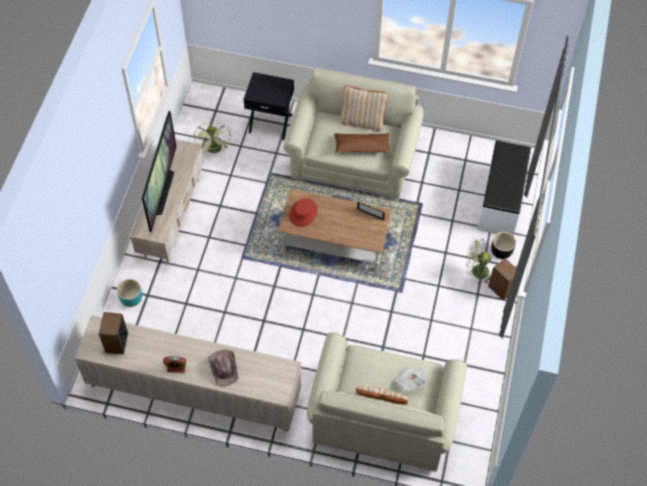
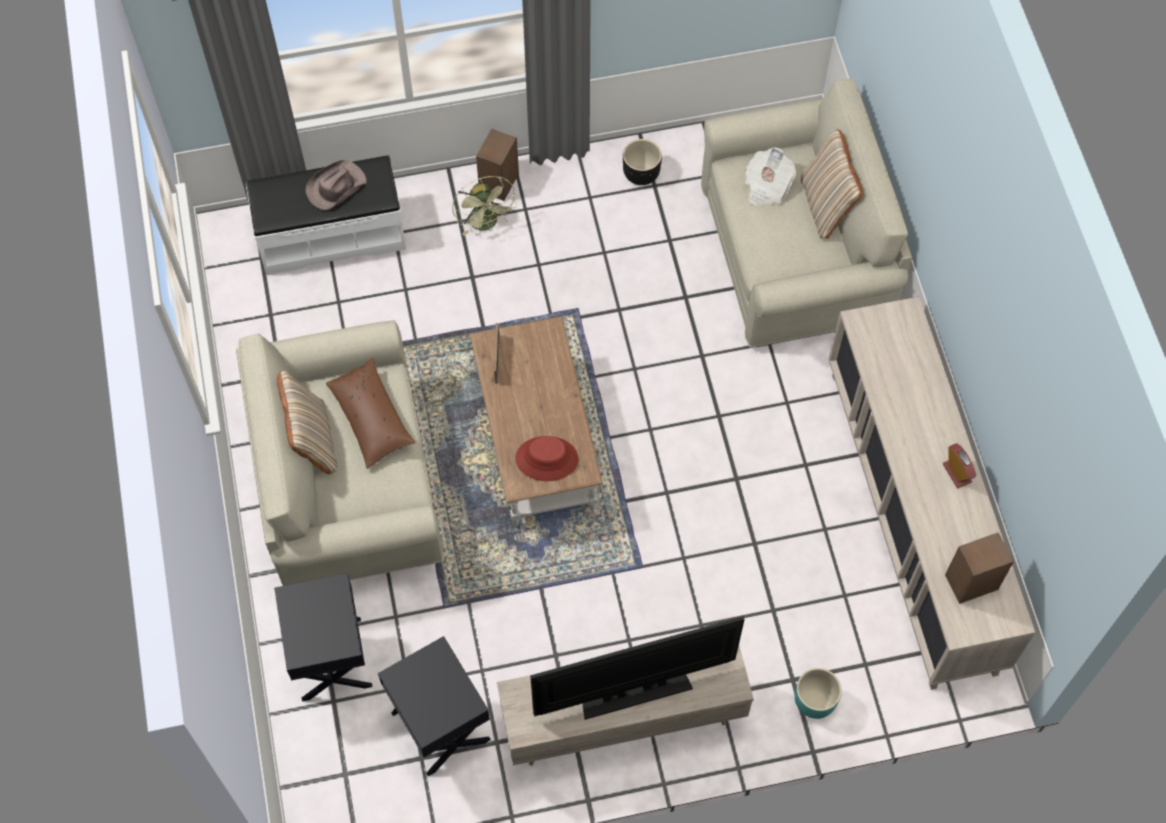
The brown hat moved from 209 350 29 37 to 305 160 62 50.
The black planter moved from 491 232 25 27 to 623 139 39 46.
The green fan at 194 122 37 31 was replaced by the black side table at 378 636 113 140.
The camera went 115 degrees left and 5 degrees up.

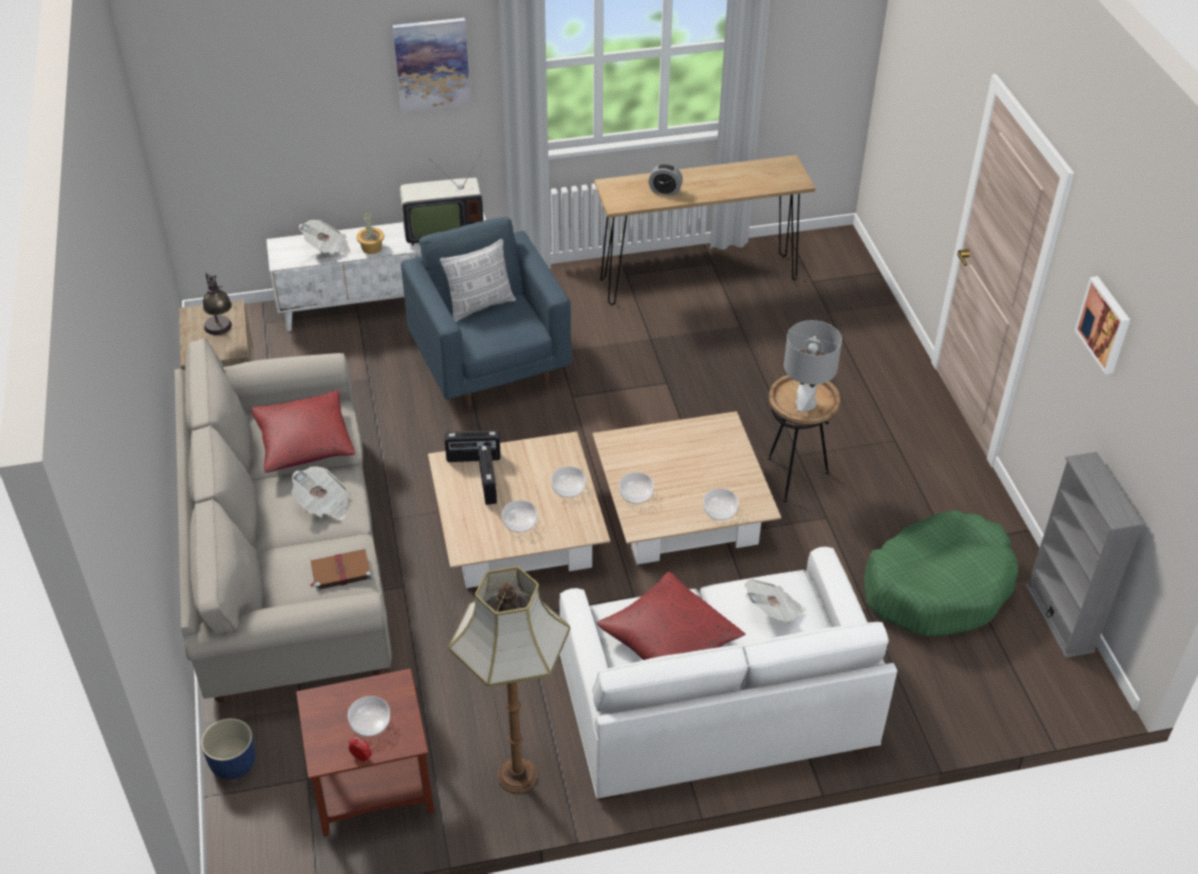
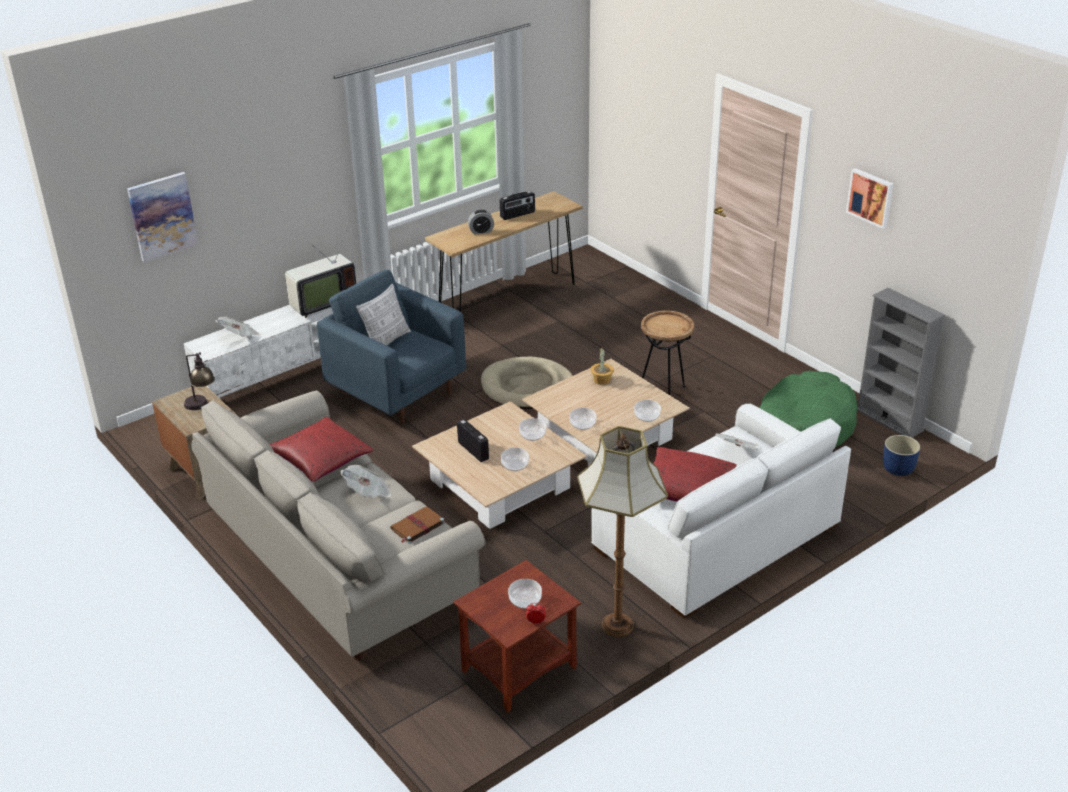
The grey table lamp at 784 320 58 92 disappeared.
The beige dog bed at 481 357 92 52 appeared.
The blue planter moved from 201 718 55 62 to 883 435 37 41.
The potted plant moved from 356 211 28 43 to 591 348 23 37.
The picture moved from 393 18 78 94 to 127 172 71 90.
The radio moved from 445 430 56 32 to 500 191 35 29.
The camera went 25 degrees left and 10 degrees down.

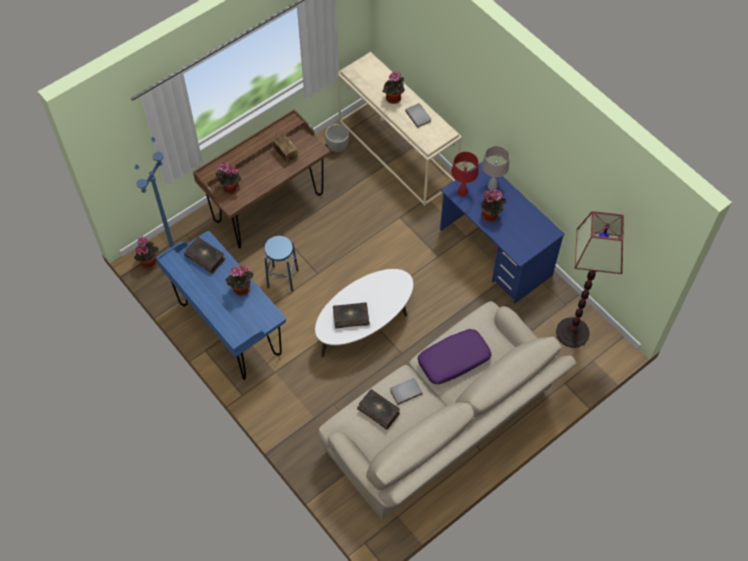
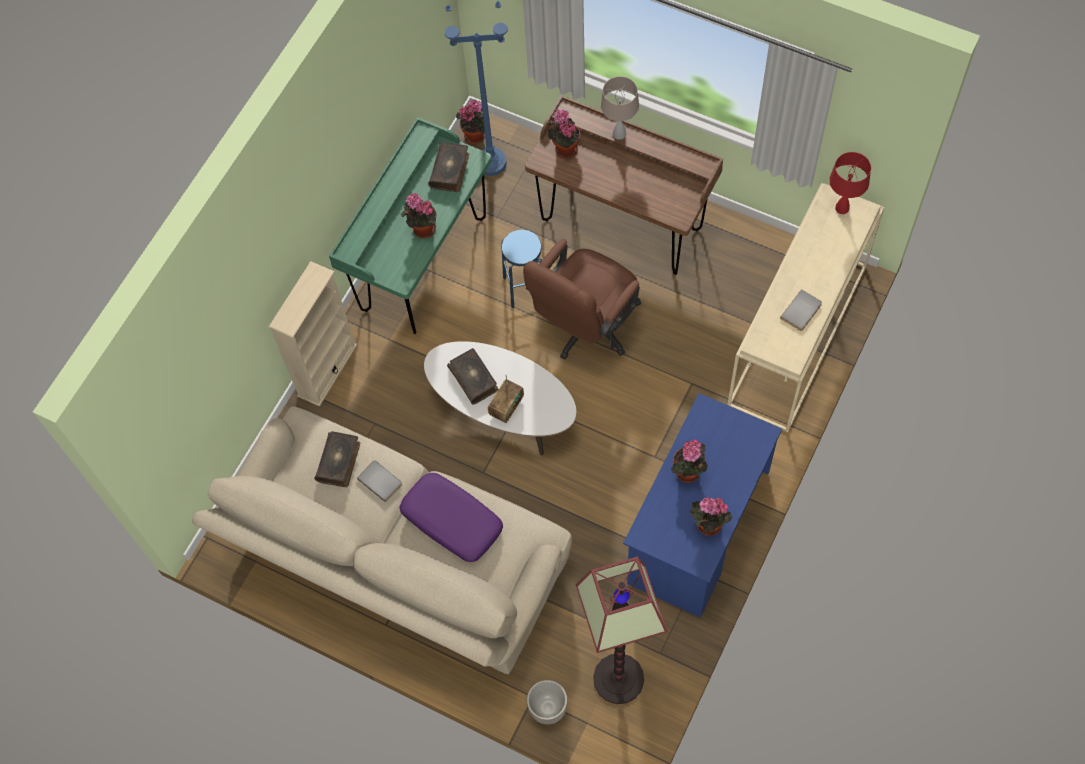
The beige bookcase at 269 261 88 146 appeared.
The brown office chair at 523 239 118 121 appeared.
The radio moved from 273 134 25 29 to 488 376 36 47.
The planter moved from 325 124 24 28 to 527 680 41 44.
The potted plant moved from 382 72 23 32 to 690 497 42 39.
The red table lamp moved from 451 152 28 44 to 829 152 42 62.
The beige table lamp moved from 482 146 28 45 to 601 76 38 64.
The blue desk at 156 231 130 149 became the green desk at 329 117 163 217.
The camera went 70 degrees right and 5 degrees up.

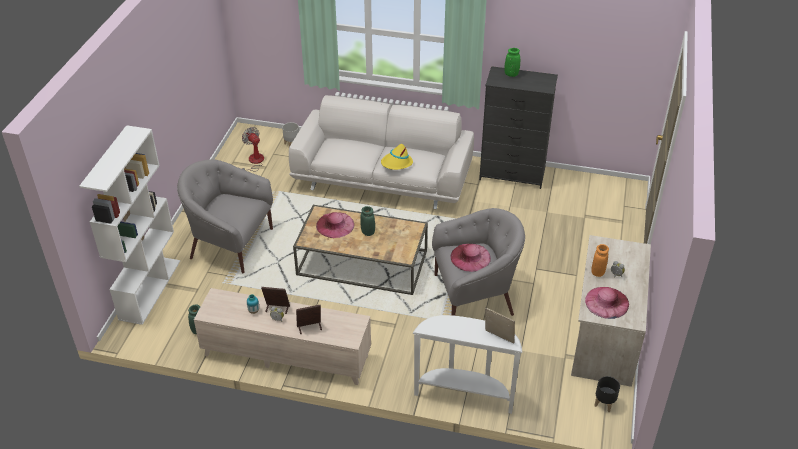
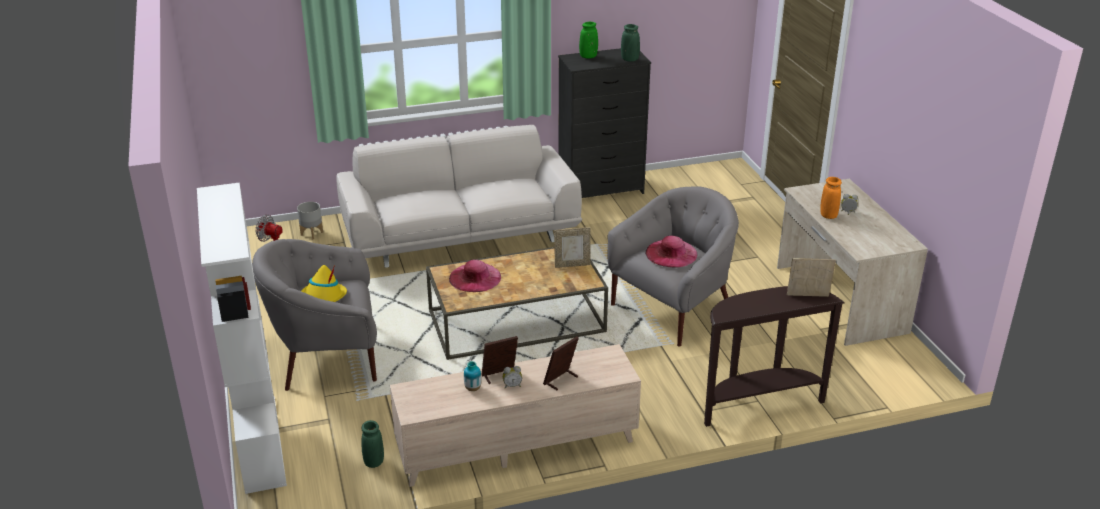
The pink hat at 585 287 44 32 disappeared.
The black planter at 594 376 26 36 disappeared.
The picture frame at 554 227 37 41 appeared.
The green vase moved from 360 206 15 30 to 621 24 19 38.
The yellow hat moved from 381 144 32 26 to 302 265 45 37.
The white console table at 412 315 110 99 became the brown console table at 704 286 140 141.
The camera went 30 degrees left and 10 degrees down.

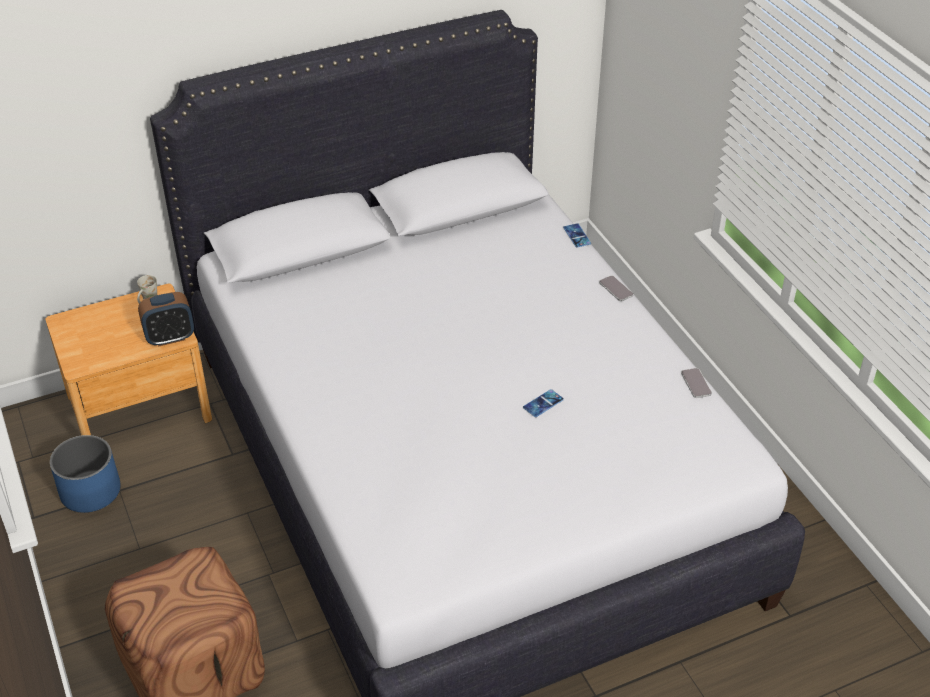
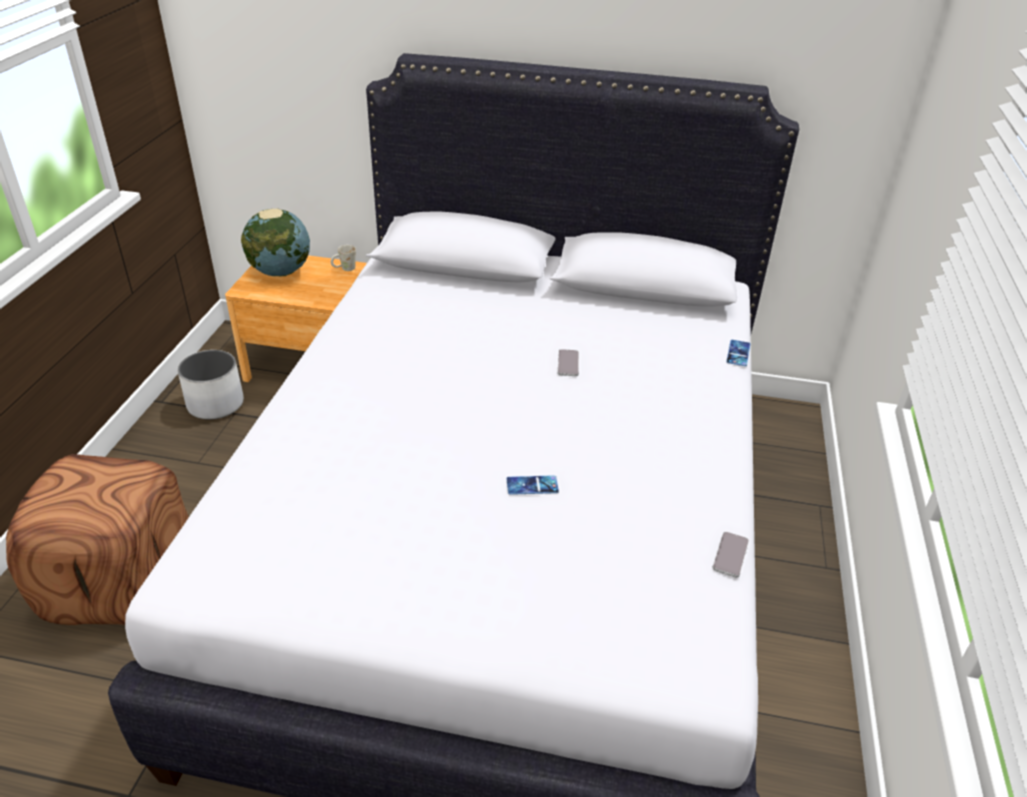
The alarm clock at 138 292 56 55 disappeared.
The globe at 241 208 69 69 appeared.
The phone moved from 599 275 34 26 to 558 349 21 27.
The blue planter at 50 435 71 78 became the white planter at 177 350 67 70.
The camera went 35 degrees right and 5 degrees down.

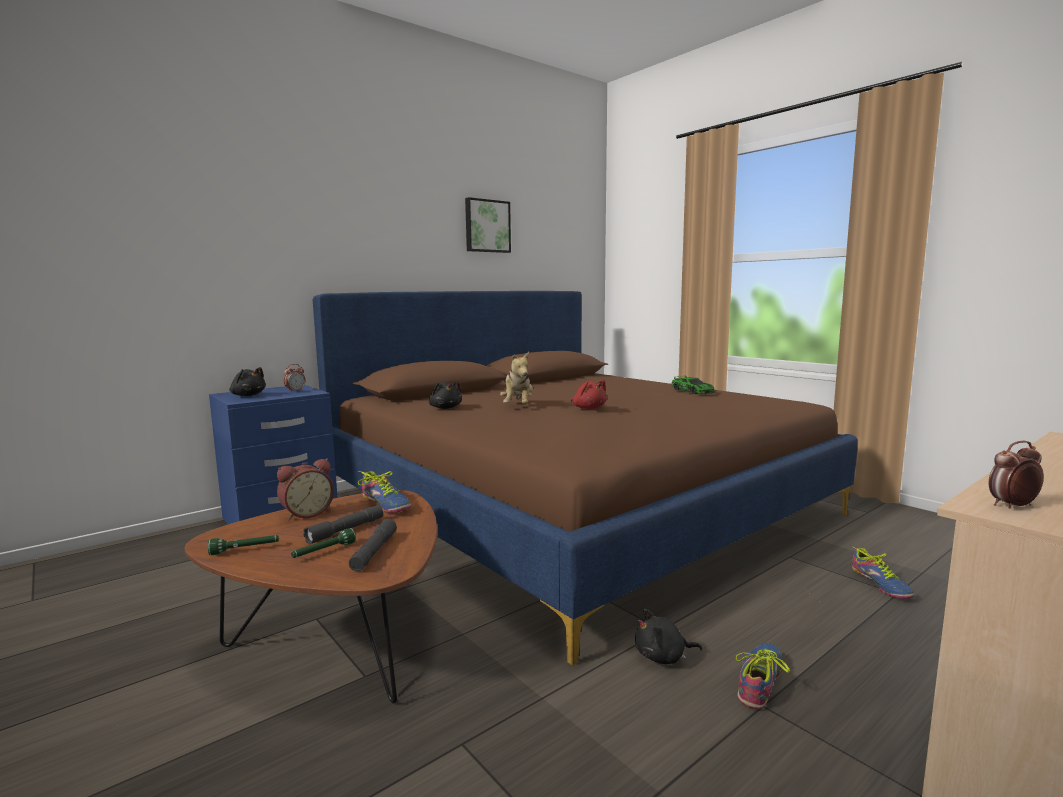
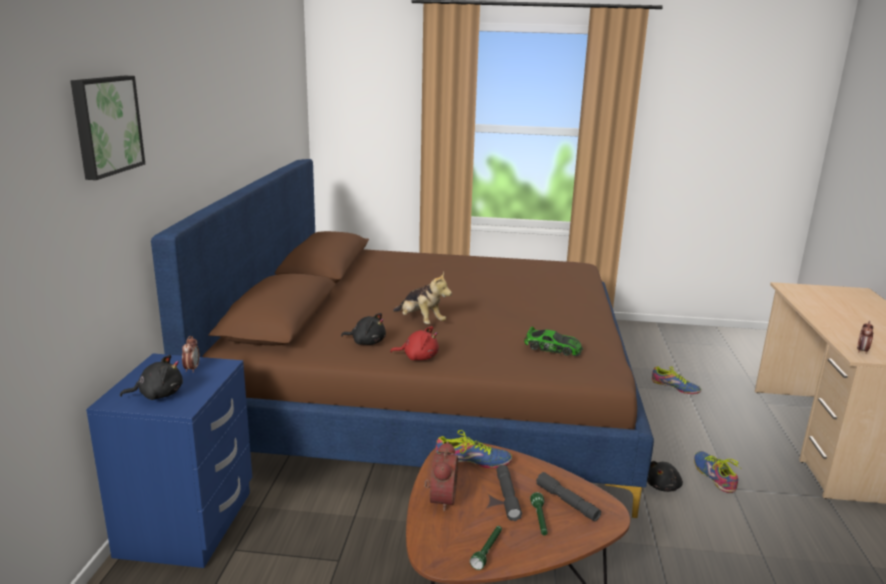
The picture moved from 465 197 46 56 to 71 76 74 104.
The red plush toy moved from 571 380 36 29 to 390 326 49 34.
The toy car moved from 671 376 44 18 to 524 326 59 30.
The camera went 45 degrees left and 10 degrees up.

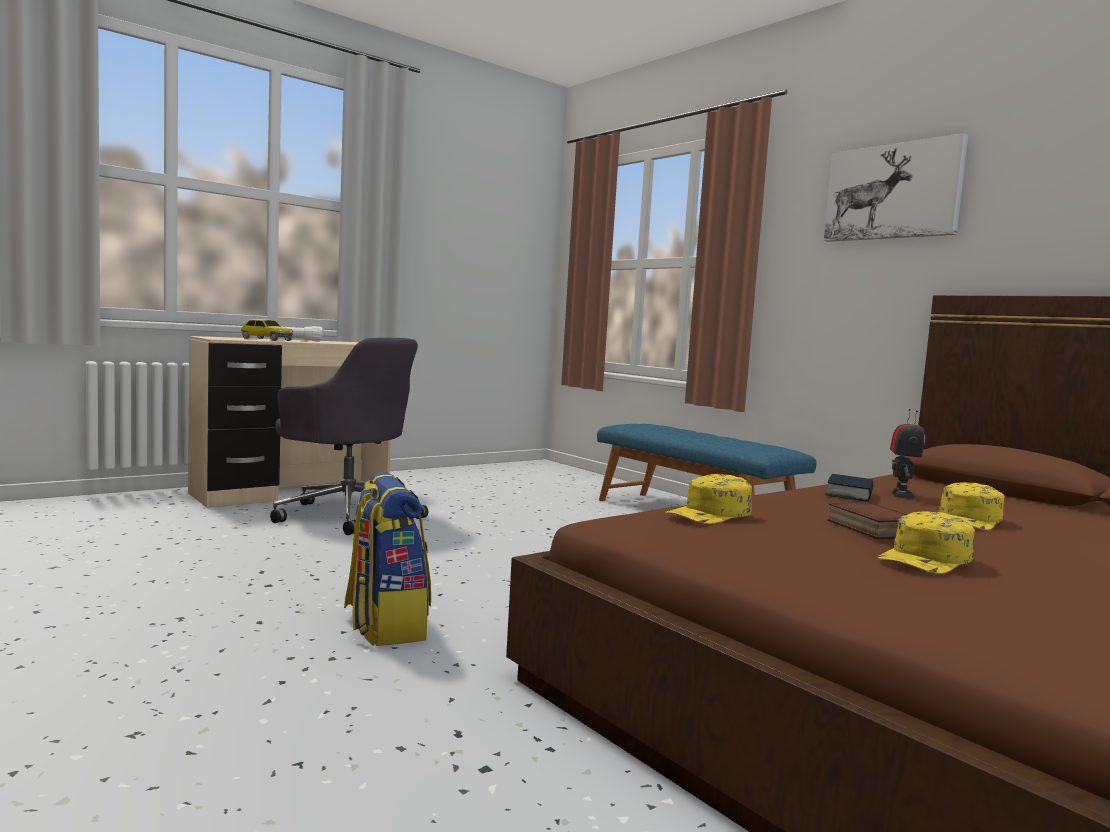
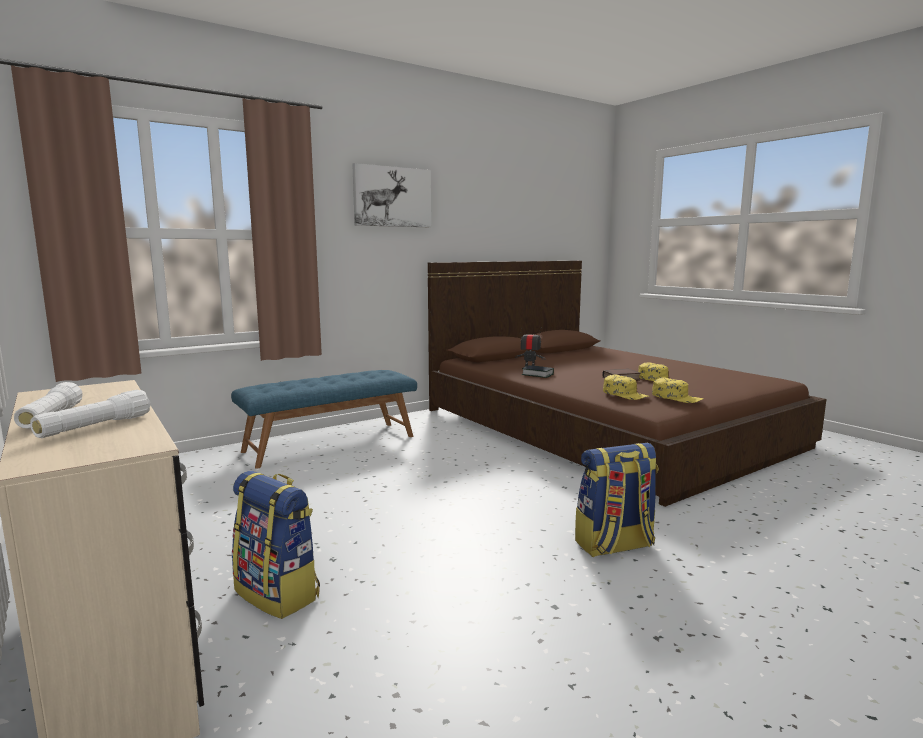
The yellow cap moved from 939 482 66 48 to 652 378 52 25.
The toy car at 241 319 52 22 was replaced by the white flashlight at 30 390 121 48.
The grey office chair at 270 338 158 197 was replaced by the backpack at 232 471 88 148.
The camera went 85 degrees left and 5 degrees up.

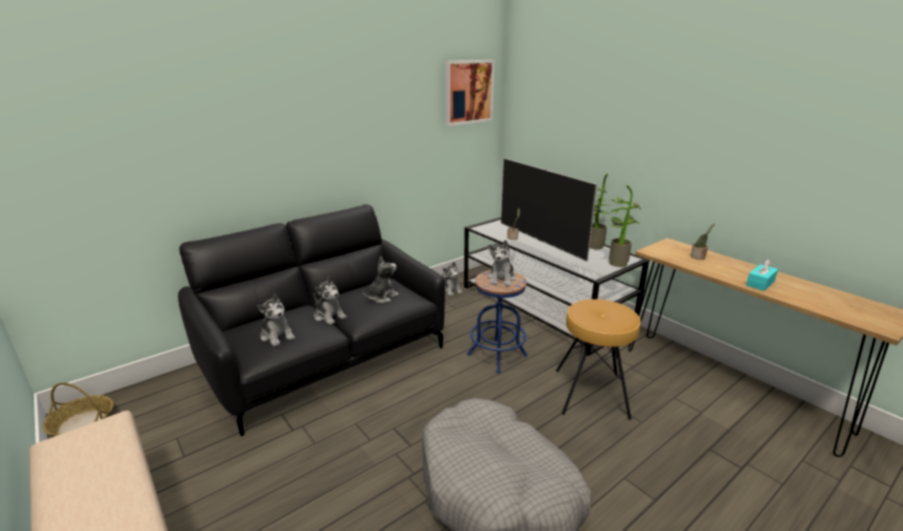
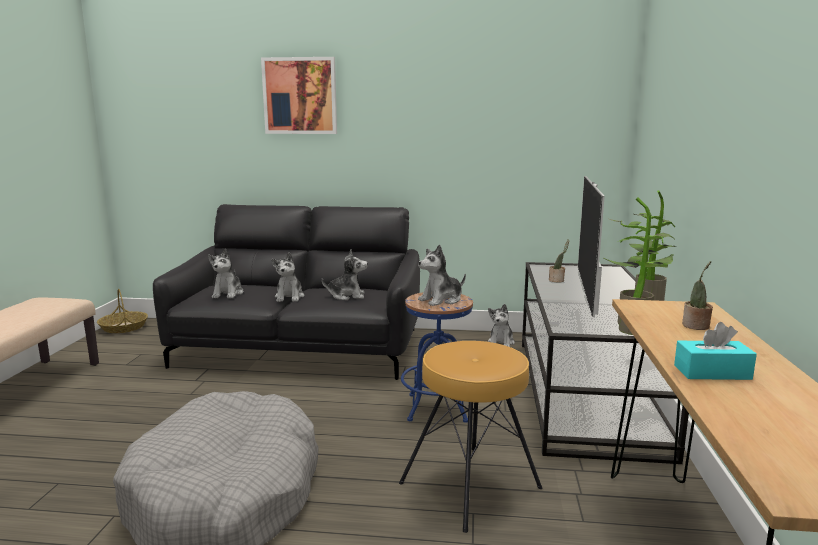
The picture moved from 445 60 49 66 to 261 57 76 77.
The camera went 45 degrees right and 10 degrees down.

